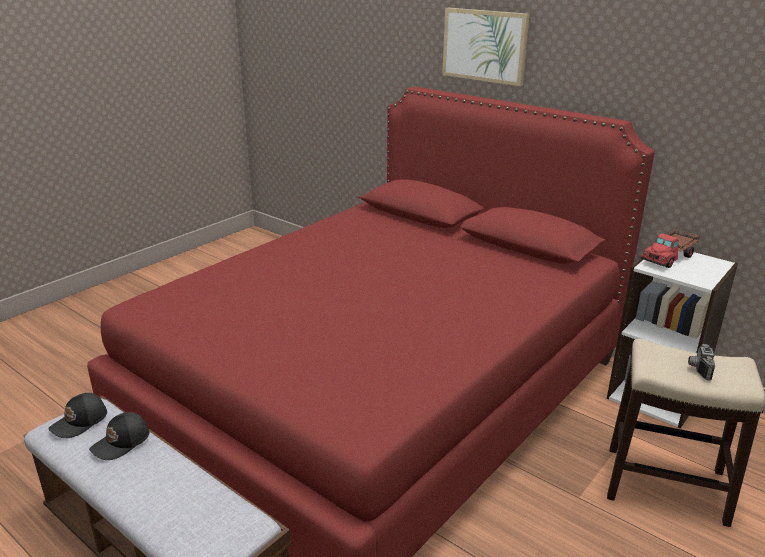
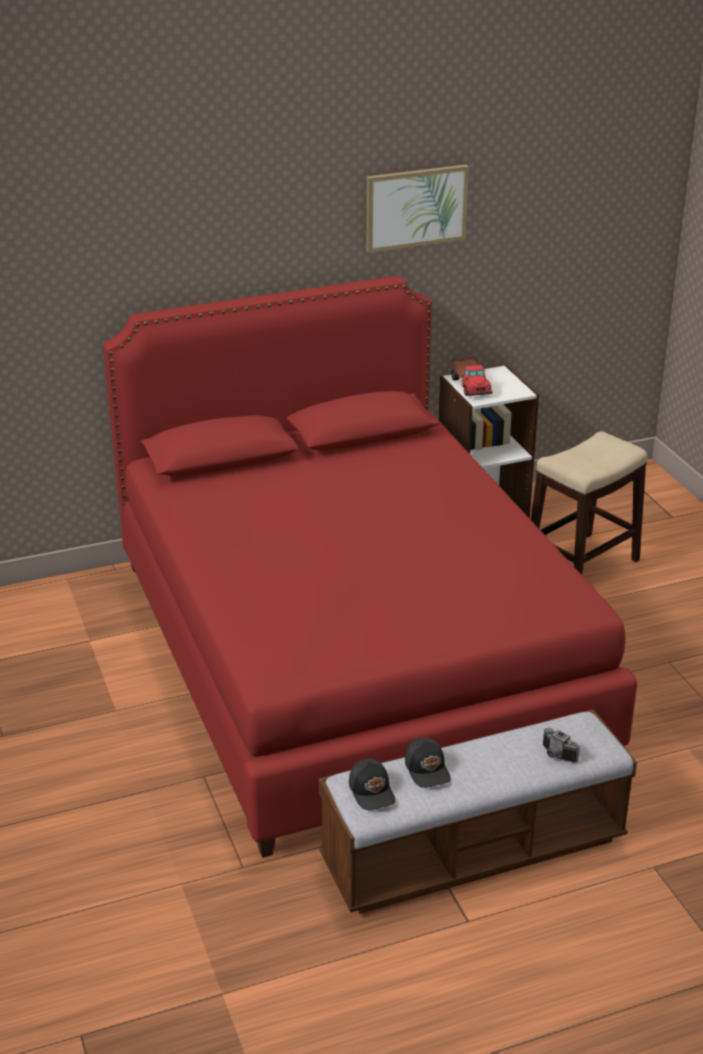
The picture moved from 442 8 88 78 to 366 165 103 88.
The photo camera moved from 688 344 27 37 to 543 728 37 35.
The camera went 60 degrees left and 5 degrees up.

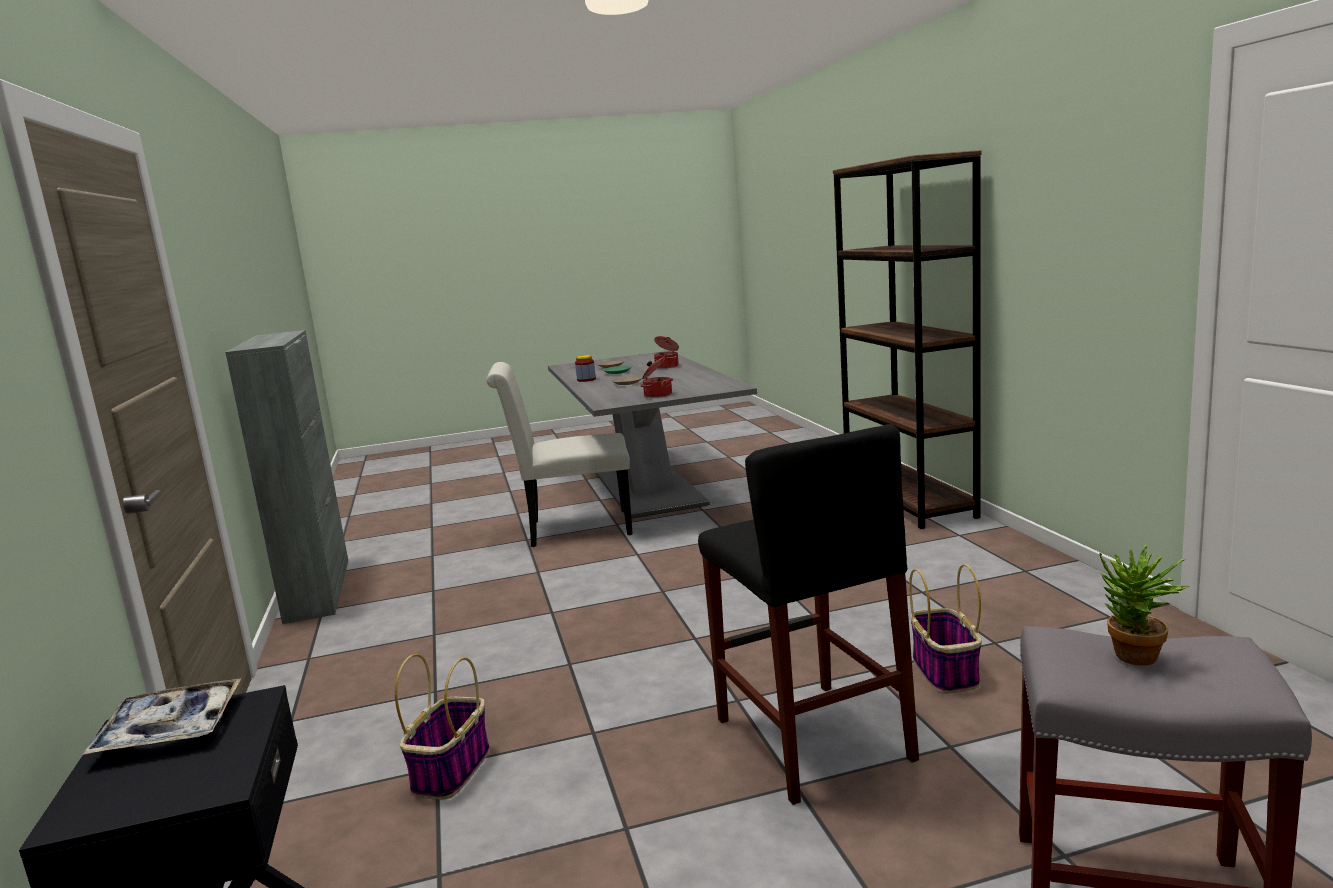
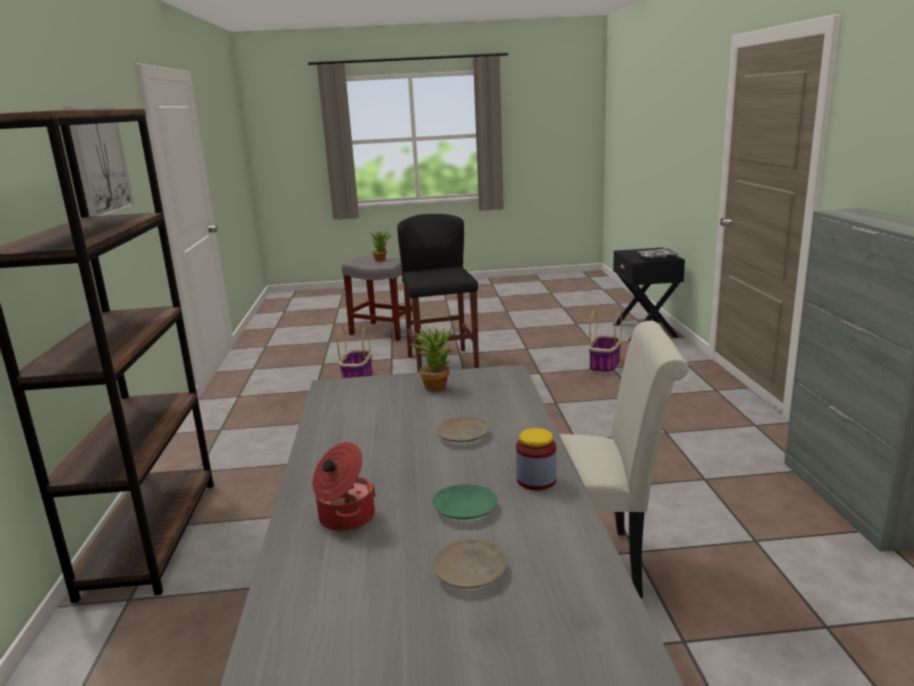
The picture at 63 106 71 110 appeared.
The cooking pot at 640 357 33 41 was replaced by the potted plant at 410 326 43 66.
The camera went 170 degrees left and 5 degrees up.

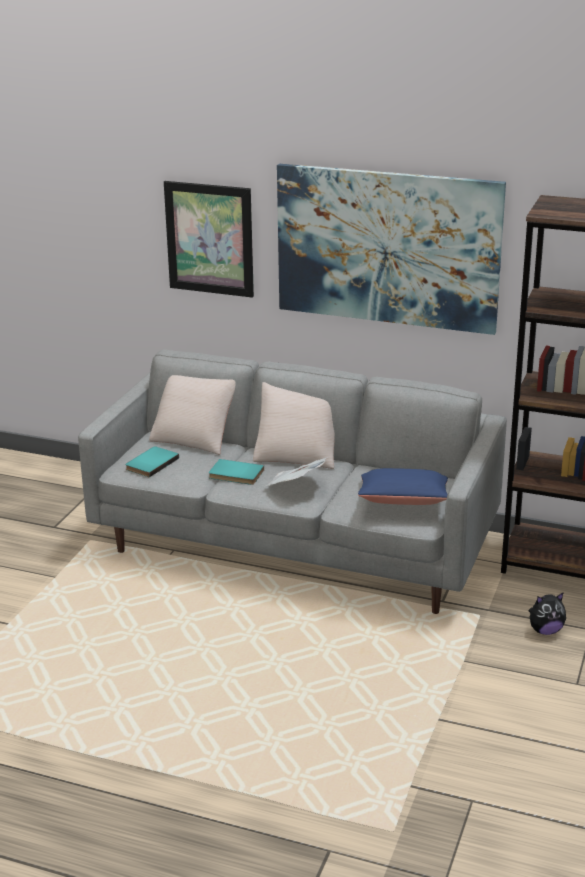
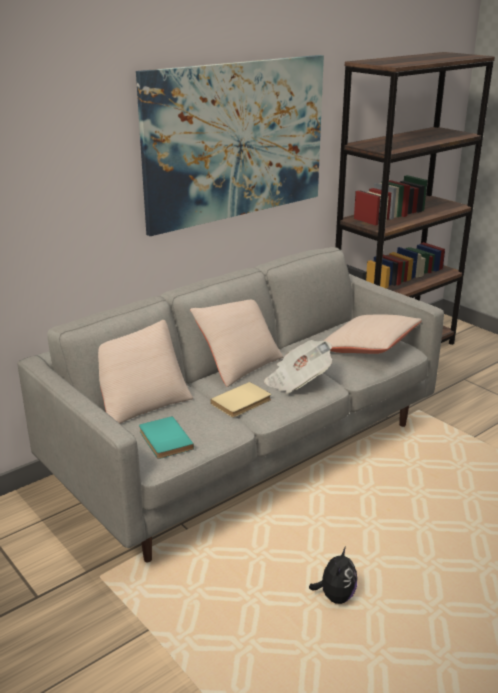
The picture at 164 181 90 117 disappeared.
The plush toy moved from 529 592 37 43 to 309 547 48 57.
The turquoise book at 209 459 55 26 became the beige book at 210 382 61 35.
The blue pillow at 358 468 90 37 became the beige pillow at 323 315 99 39.
The camera went 60 degrees left and 0 degrees up.

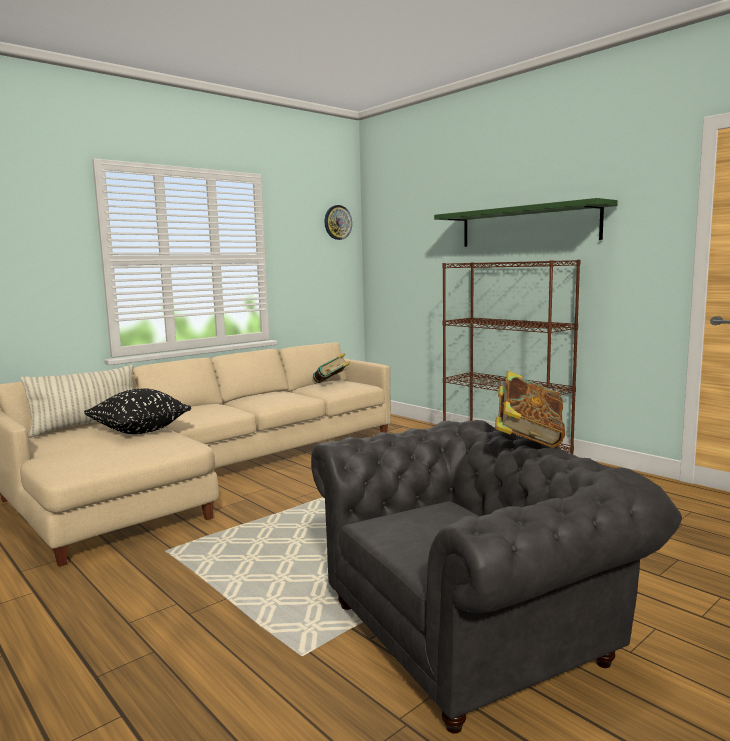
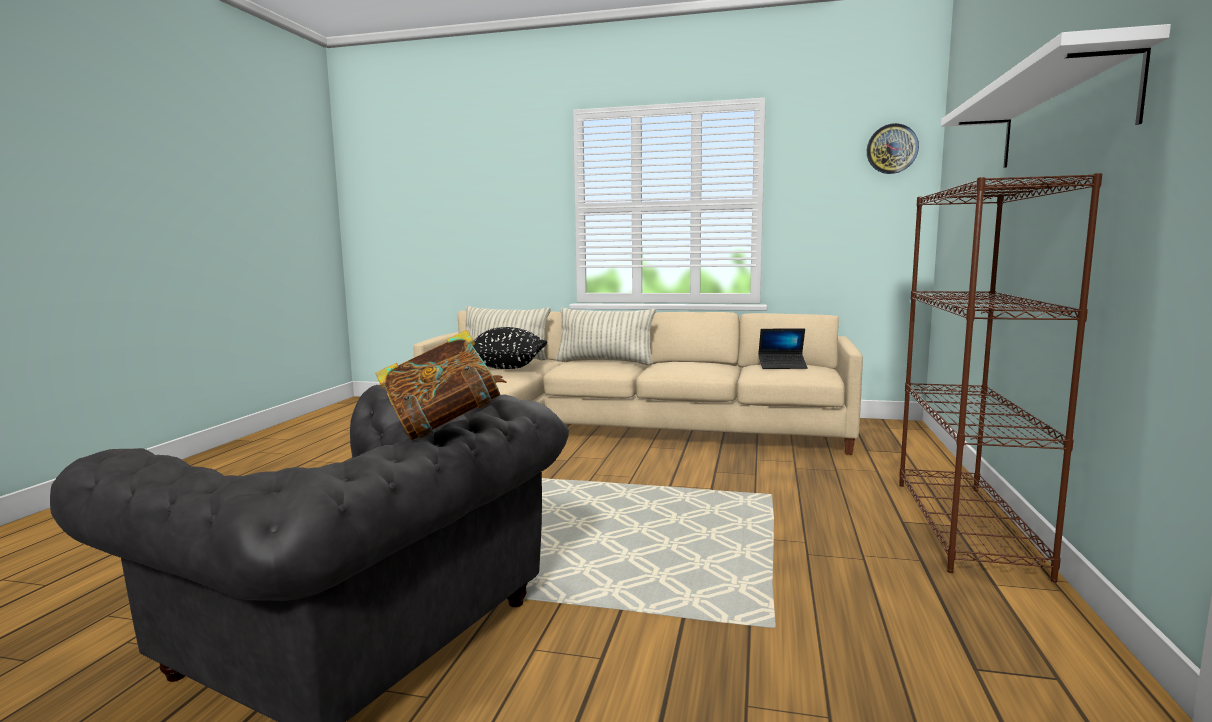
The pillow at 556 308 100 56 appeared.
The book at 313 353 37 30 was replaced by the laptop at 758 328 50 41.
The green shelf at 434 198 184 49 became the white shelf at 941 24 230 144.
The camera went 55 degrees right and 0 degrees up.

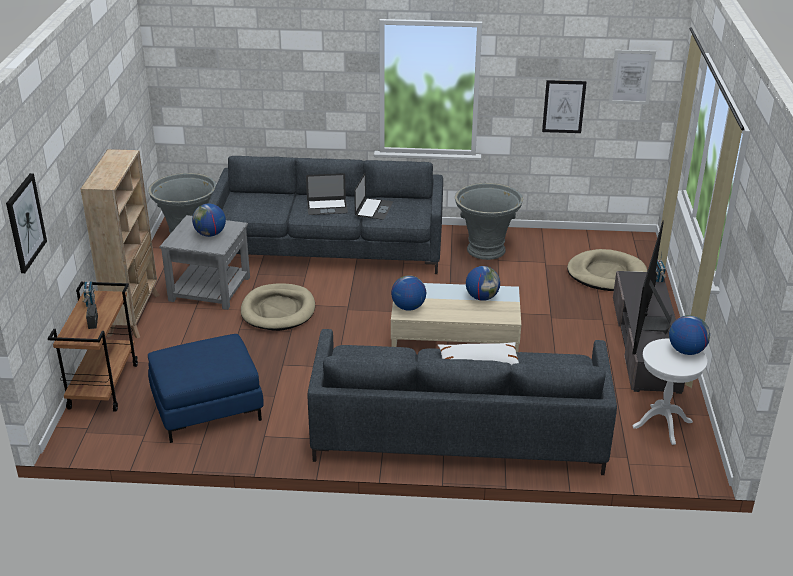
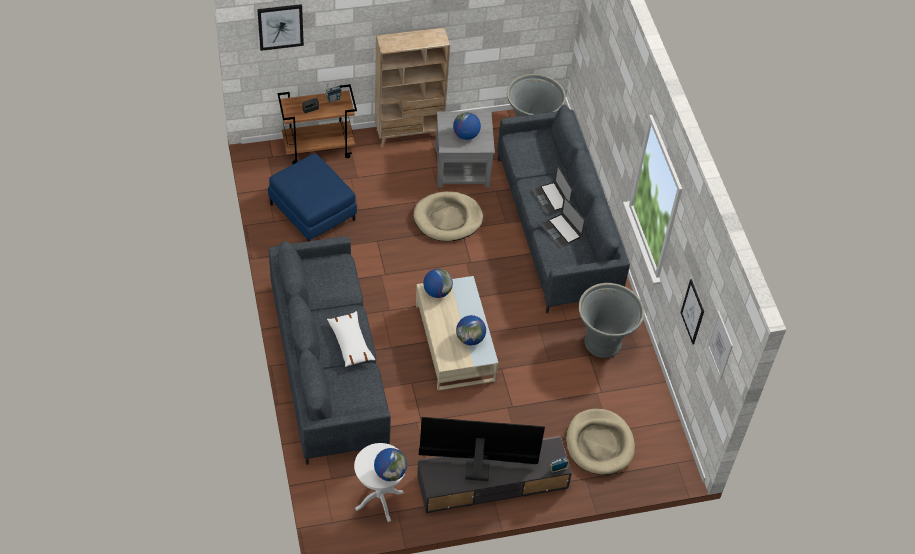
The laptop at 354 173 39 47 turned 60 degrees clockwise.
The camera went 70 degrees right and 20 degrees up.

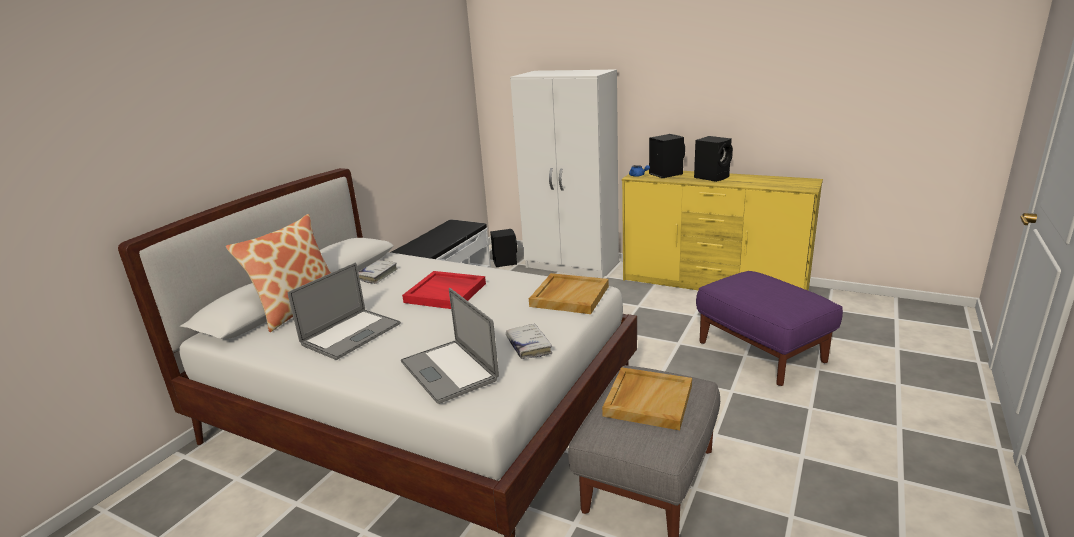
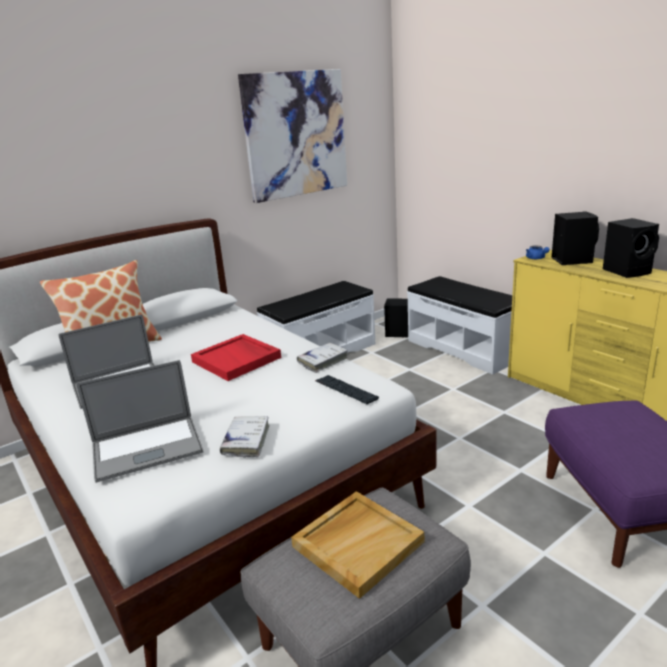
The picture at 238 69 109 134 appeared.
The white book moved from 358 260 39 24 to 297 343 52 30.
The white wardrobe at 510 69 109 209 was replaced by the white bench at 407 276 105 99.
The beige tray at 529 273 80 41 was replaced by the keyboard at 315 375 64 29.
The laptop at 401 288 98 116 turned 105 degrees counterclockwise.
The camera went 25 degrees right and 0 degrees up.

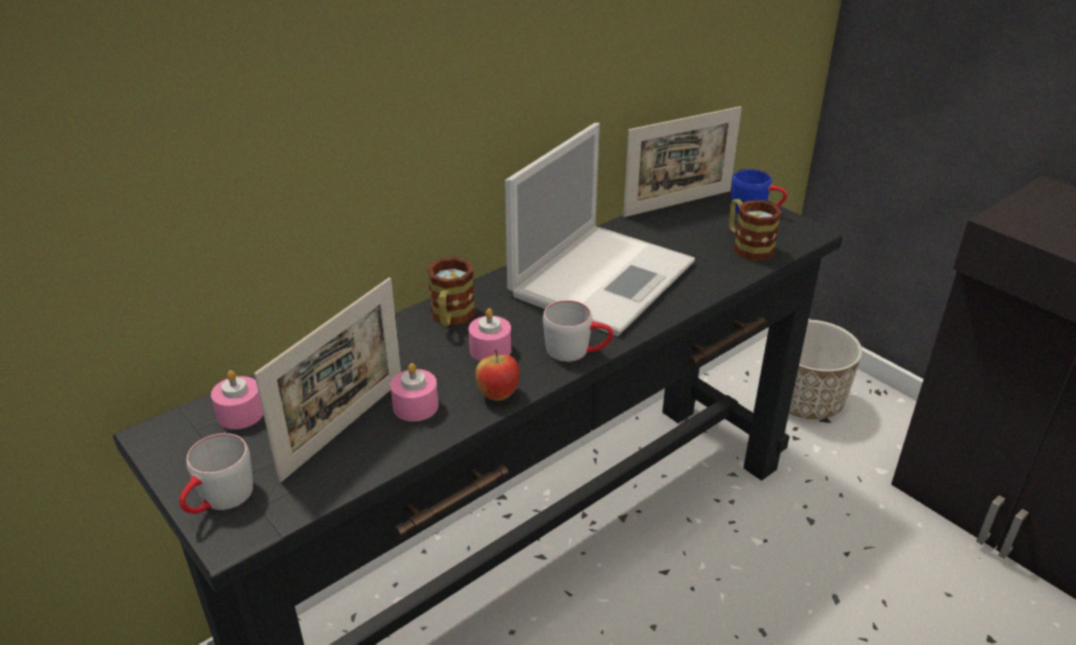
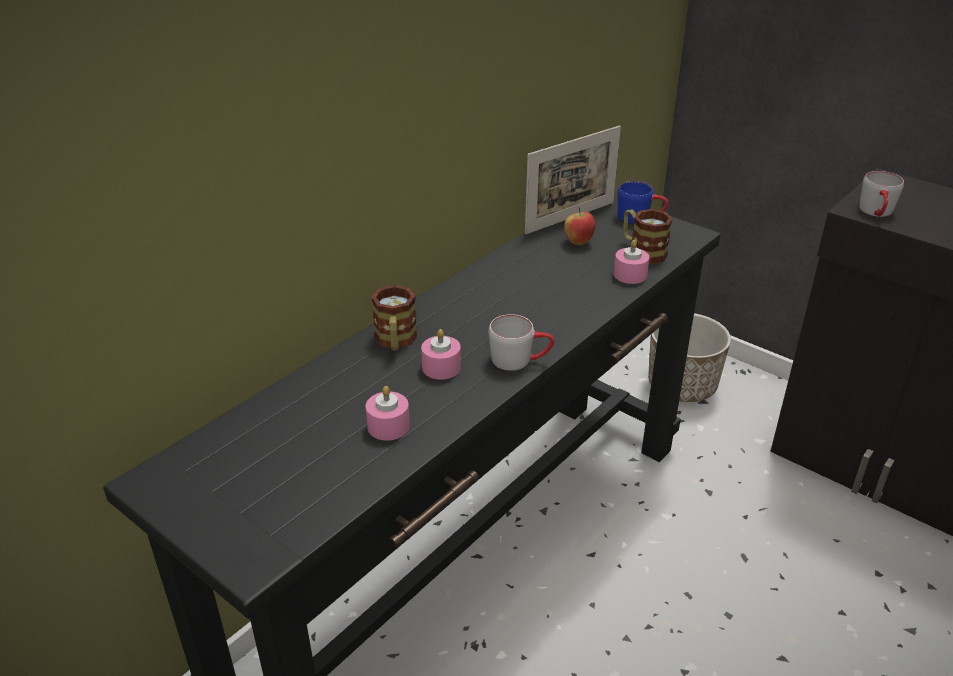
The picture frame at 254 278 147 204 disappeared.
The laptop at 505 123 190 213 disappeared.
The grey mug moved from 179 433 74 81 to 859 171 45 46.
The pink candle moved from 211 370 52 59 to 614 240 36 44.
The apple moved from 476 350 44 51 to 564 207 32 38.
The camera went 10 degrees left and 0 degrees up.

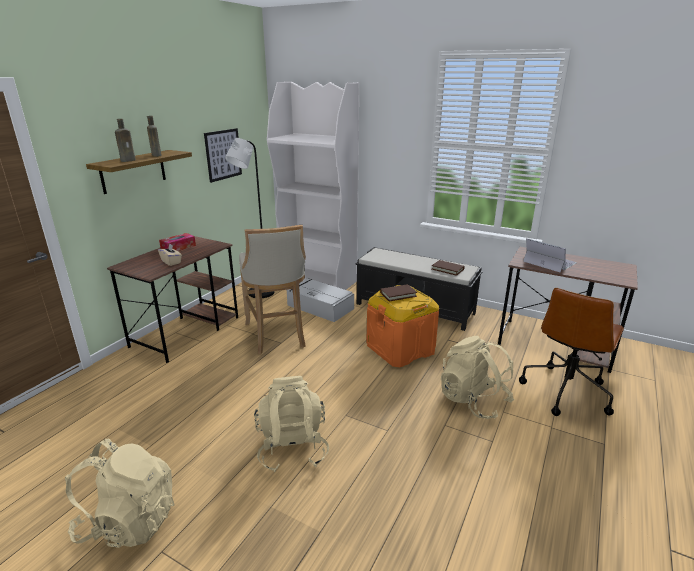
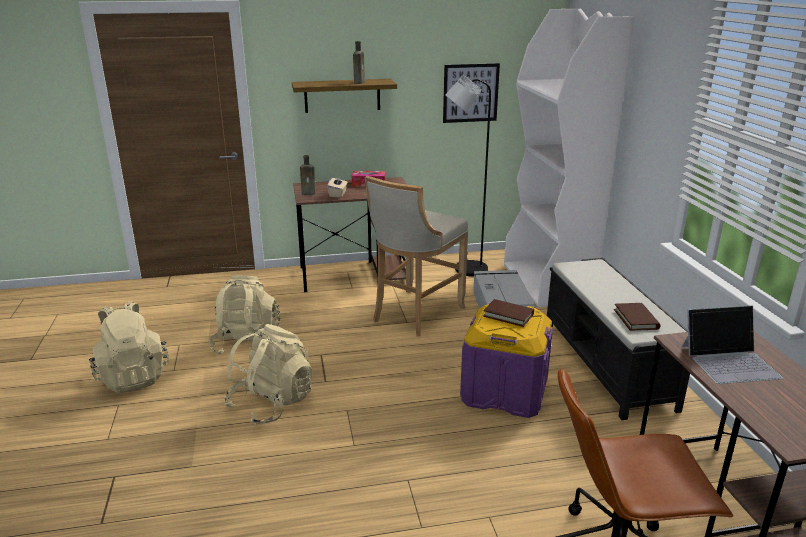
The brown bottle moved from 115 119 21 43 to 300 155 16 40.
The beige backpack moved from 441 336 74 83 to 208 275 72 80.
The orange storage box at 366 285 73 82 became the purple storage box at 460 304 93 114.
The laptop at 523 239 54 33 turned 75 degrees clockwise.
The camera went 50 degrees right and 0 degrees up.

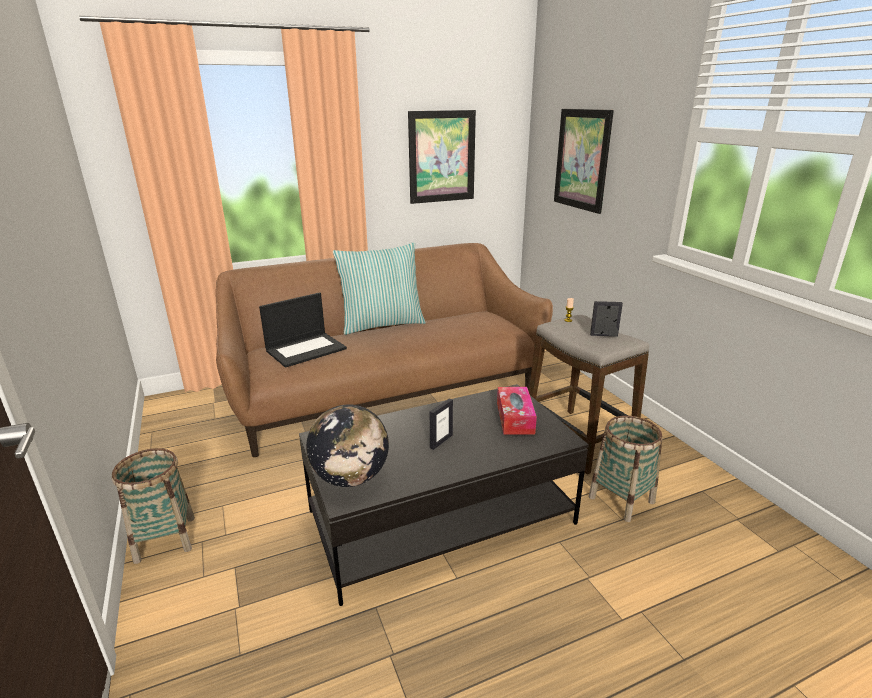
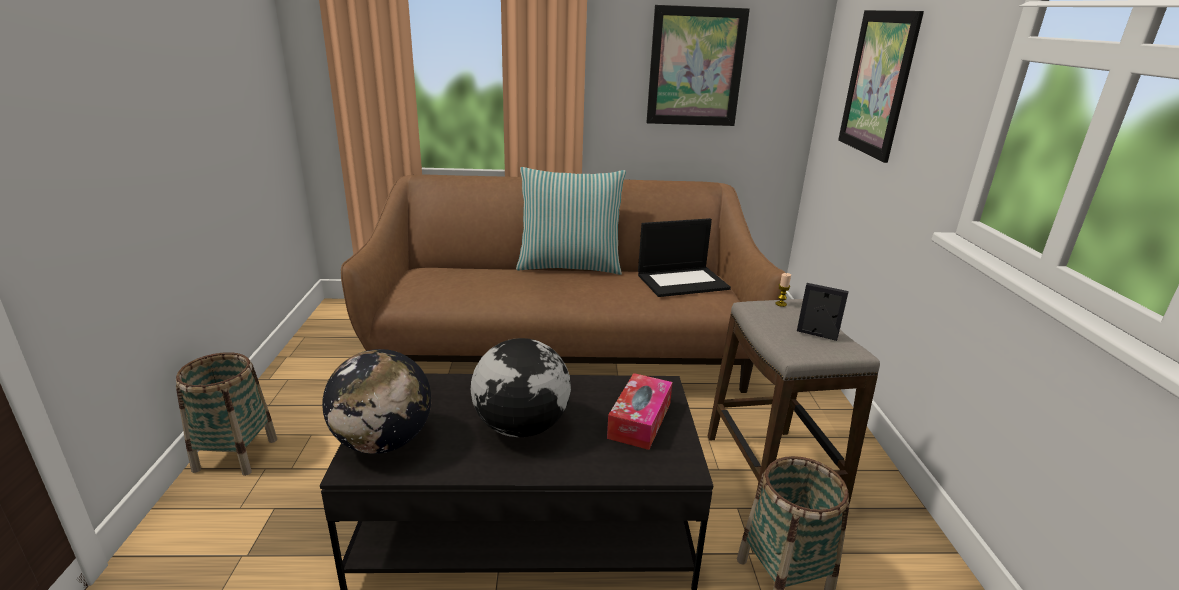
The laptop moved from 259 292 88 76 to 638 218 93 79.
The picture frame at 430 398 23 52 was replaced by the globe at 471 338 100 99.
The camera went 20 degrees right and 0 degrees up.

